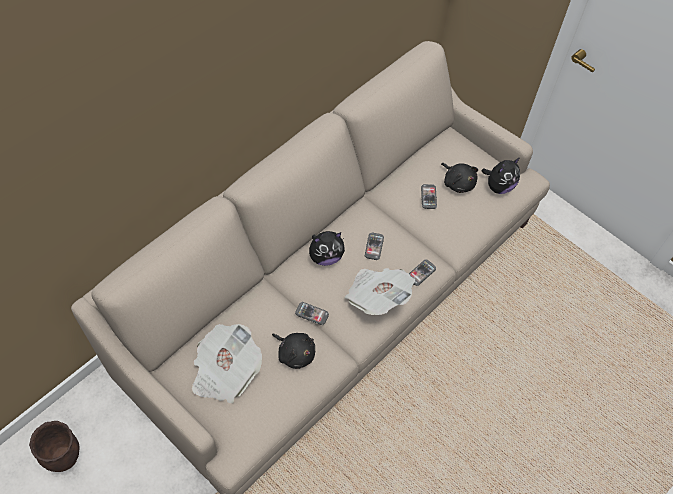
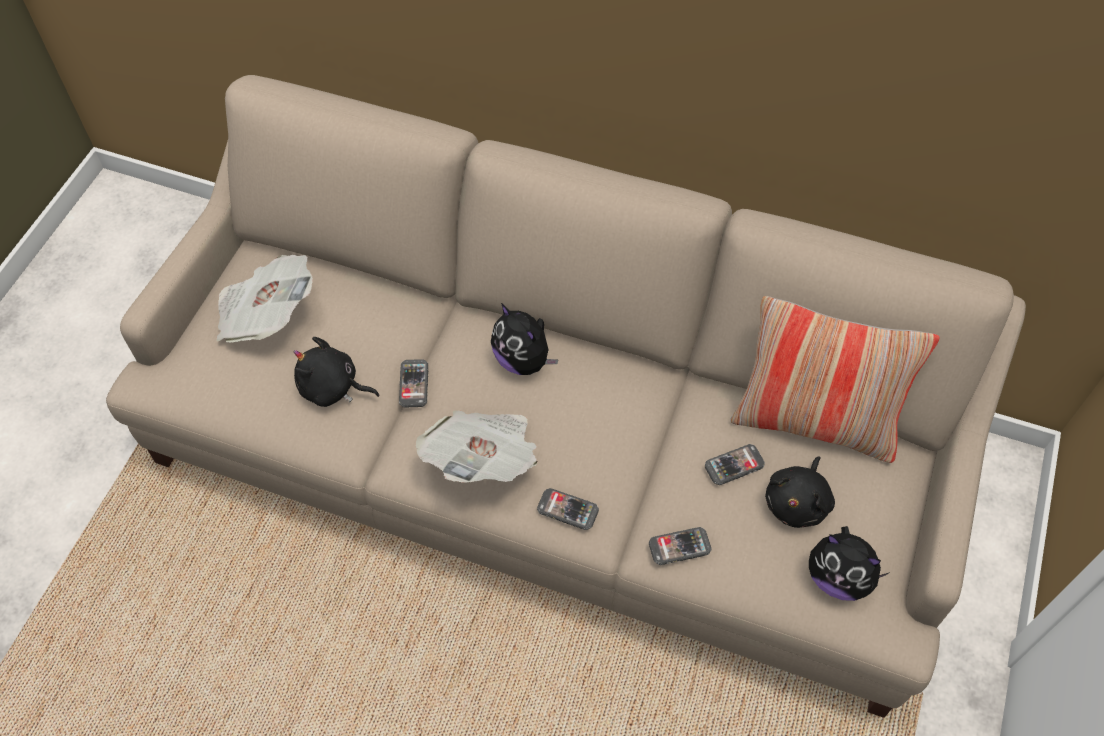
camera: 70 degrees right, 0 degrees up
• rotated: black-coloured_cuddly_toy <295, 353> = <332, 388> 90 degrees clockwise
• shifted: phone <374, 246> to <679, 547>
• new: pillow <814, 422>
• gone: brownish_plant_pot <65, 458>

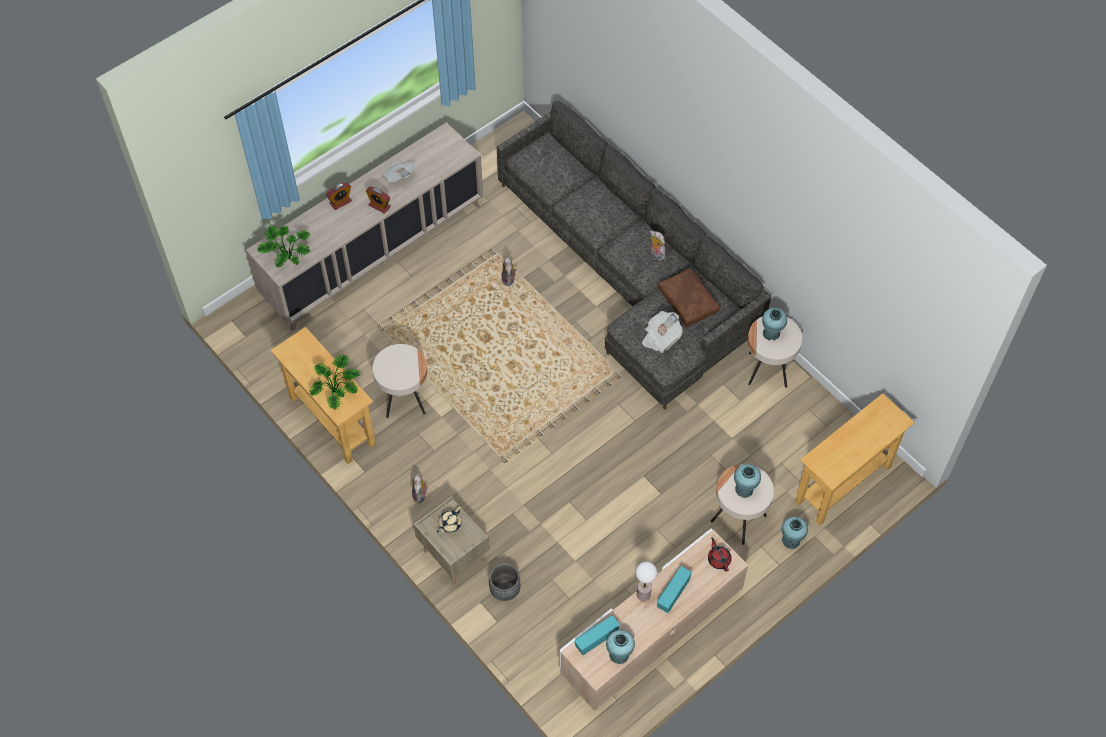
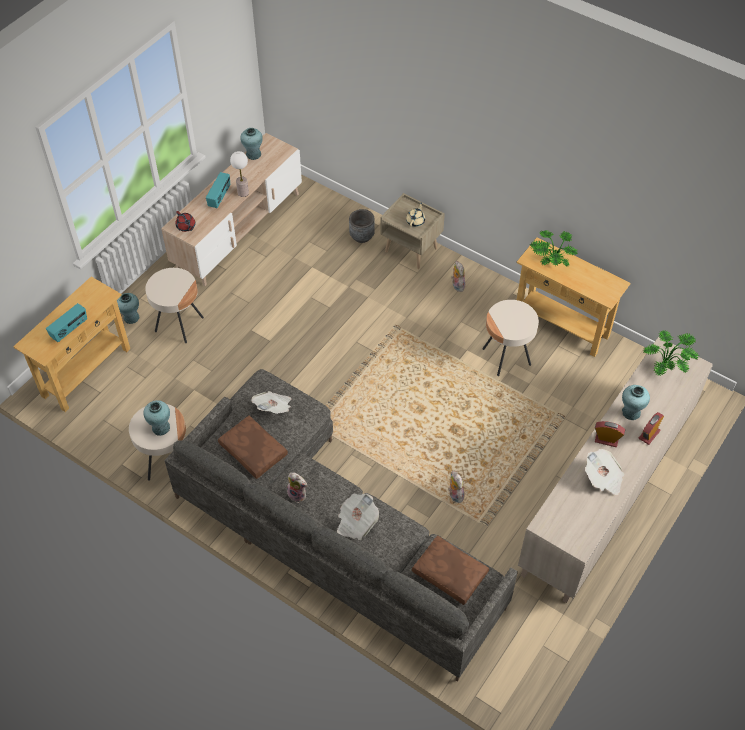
camera: 165 degrees right, 5 degrees down
• shifted: radio_receiver <596, 639> to <69, 330>
• new: daily_paper <356, 522>
• new: brownish_pillow <448, 574>
• shifted: blue-green_flower_vase <744, 489> to <631, 413>

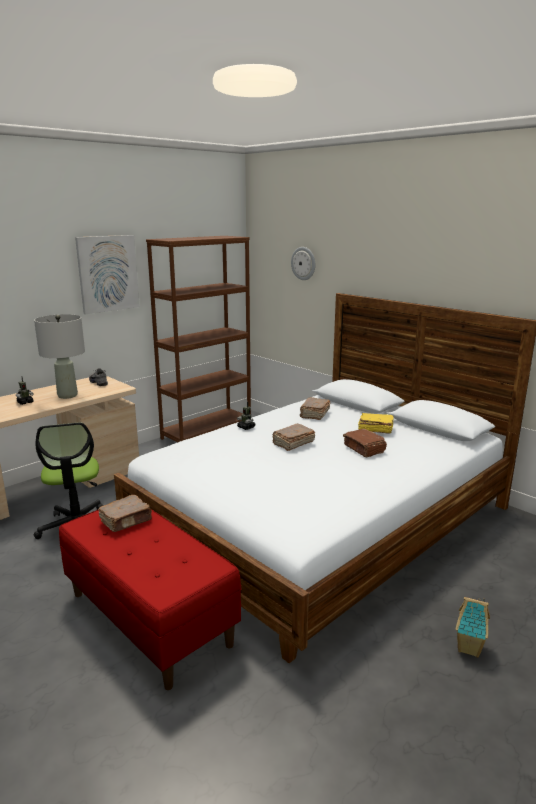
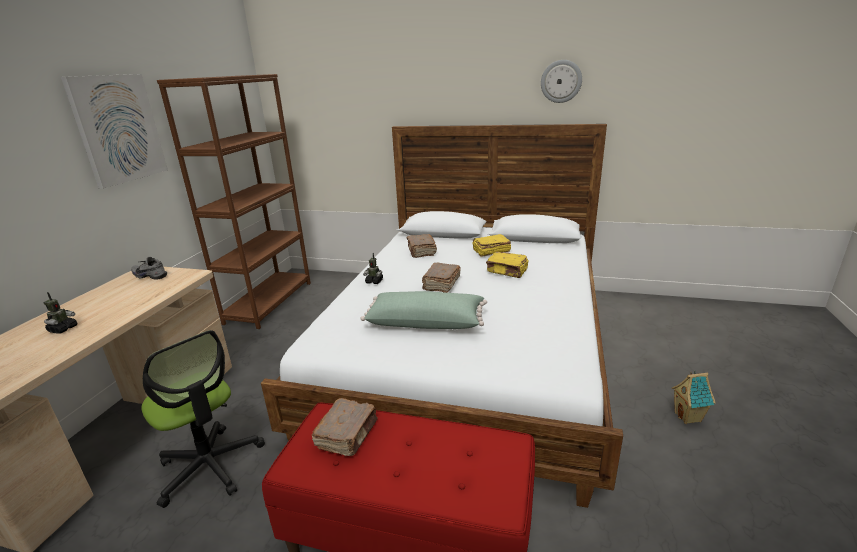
camera: 30 degrees left, 5 degrees up
• new: green_pillow <426, 322>
• repainted: brownish_volume <364, 449> to yellowish_volume <507, 271>
• shifted: wall_clock <303, 263> to <561, 81>
• gone: gray_tabletop_lamp <68, 395>

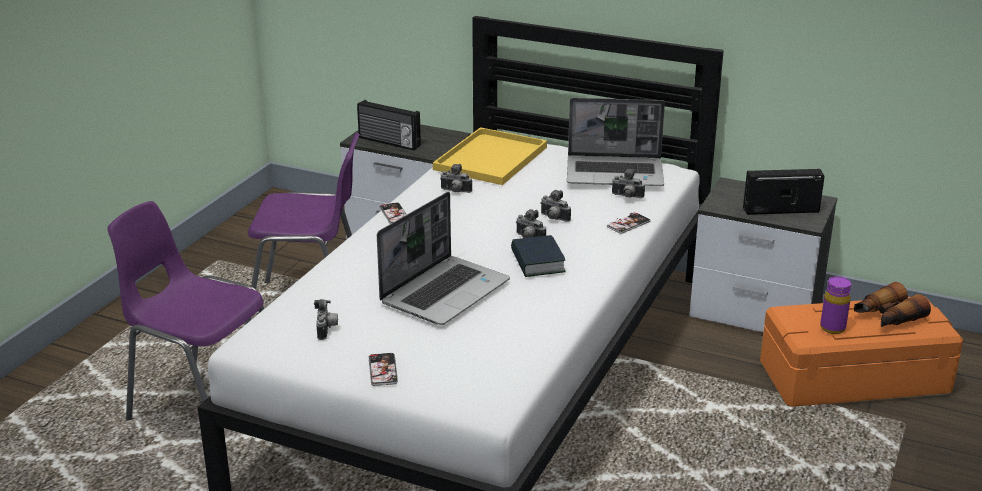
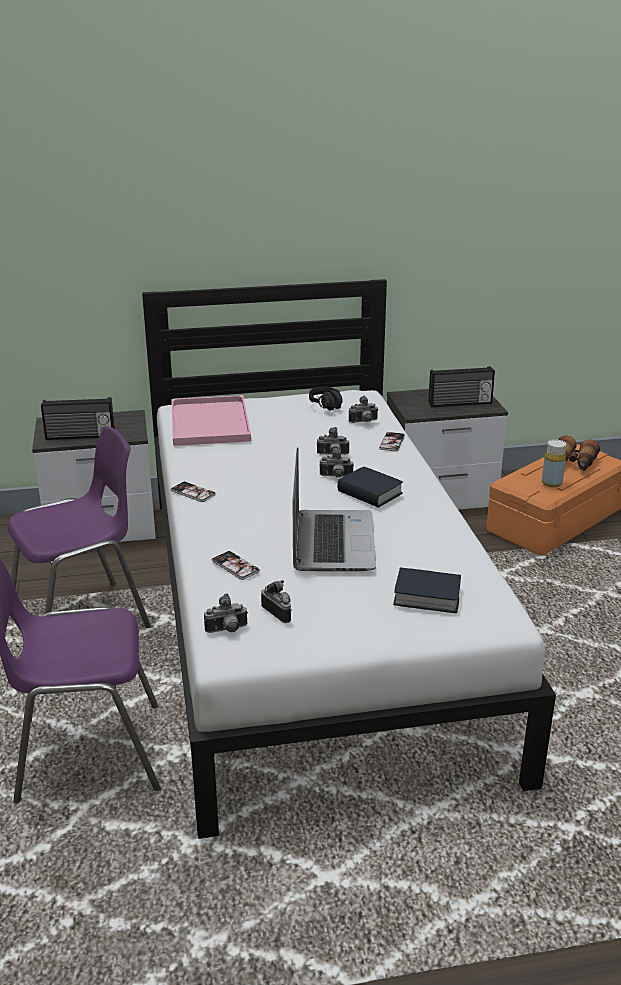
camera: 35 degrees left, 0 degrees up
• repainted: yellowish_serving_tray <490, 157> to pink_serving_tray <208, 422>
• shifted: photo_camera <455, 191> to <227, 630>
• shifted: phone <383, 370> to <235, 566>
• swapped: notebook_computer <616, 173> to black-coloured_headset <329, 406>
• new: volume <427, 596>
• rotated: radio_receiver <780, 209> = <460, 403> 150 degrees counterclockwise
• repainted: purple-coloured_drink_bottle <832, 328> to yellowish_drink_bottle <551, 483>

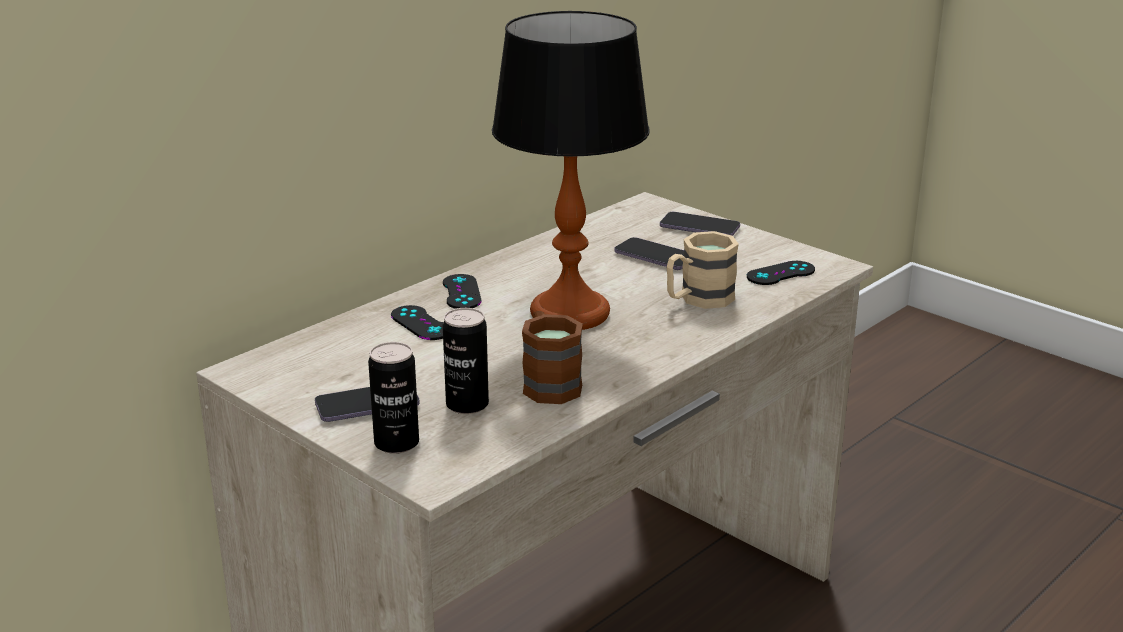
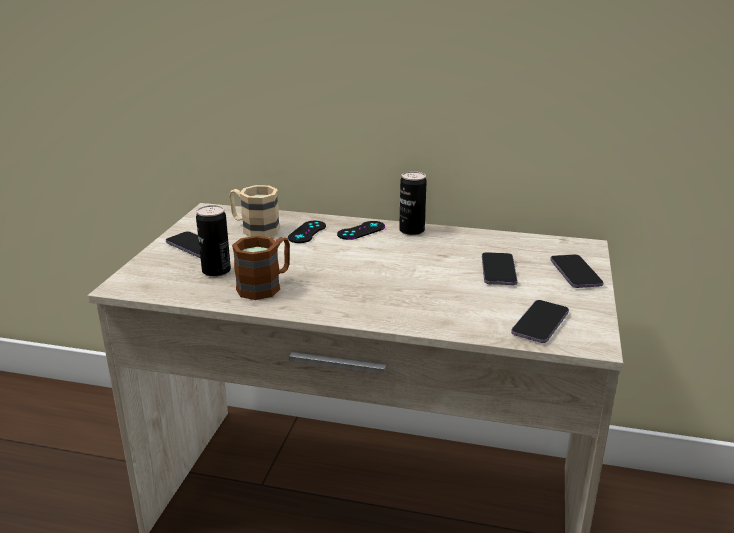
camera: 60 degrees right, 0 degrees up
• shifted: sand-coloured_coffee_mug <698, 300> to <254, 229>
• shifted: metal_can <396, 443> to <411, 231>
• swapped: black-coloured_gamepad <780, 273> to phone <540, 323>
• gone: tabletop_lamp <569, 313>

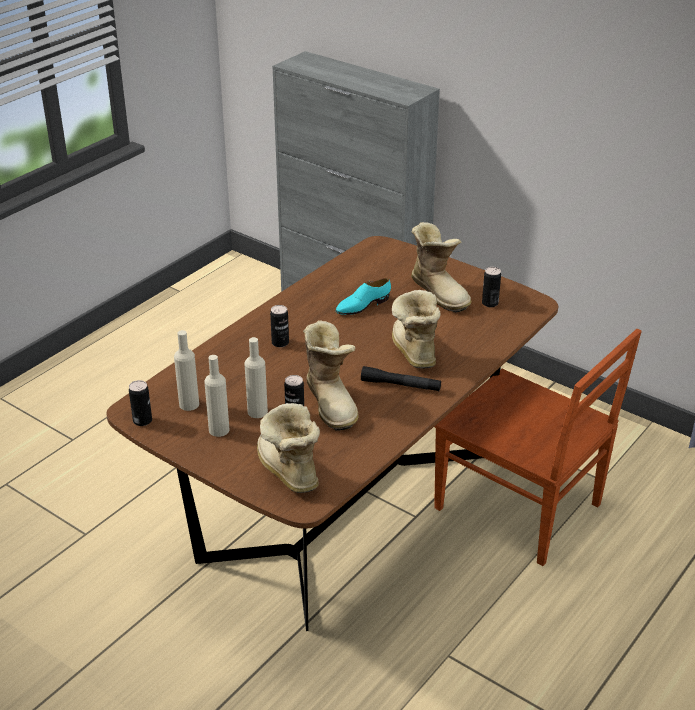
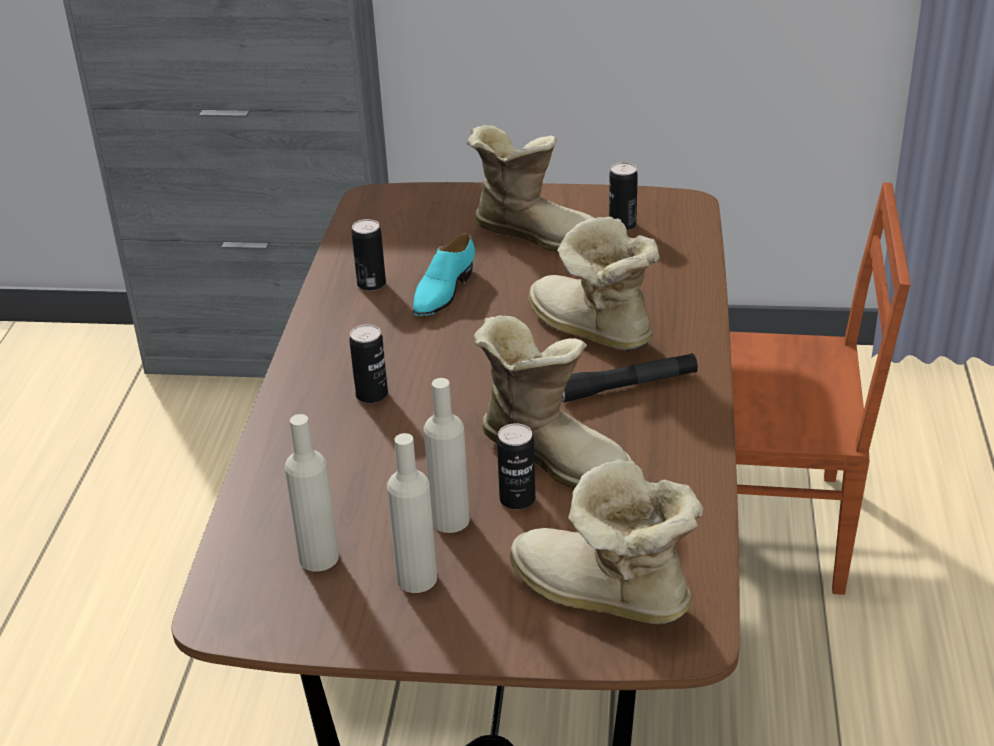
camera: 30 degrees left, 0 degrees up
• shifted: metal_can <142, 421> to <371, 284>

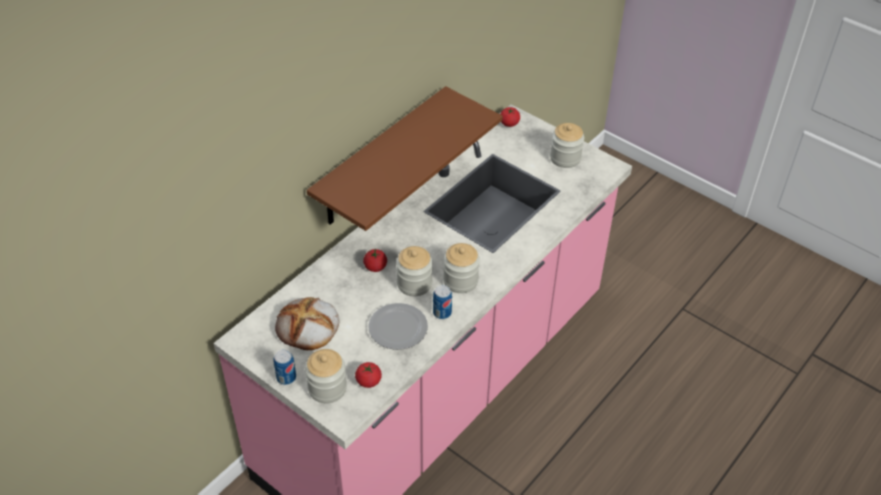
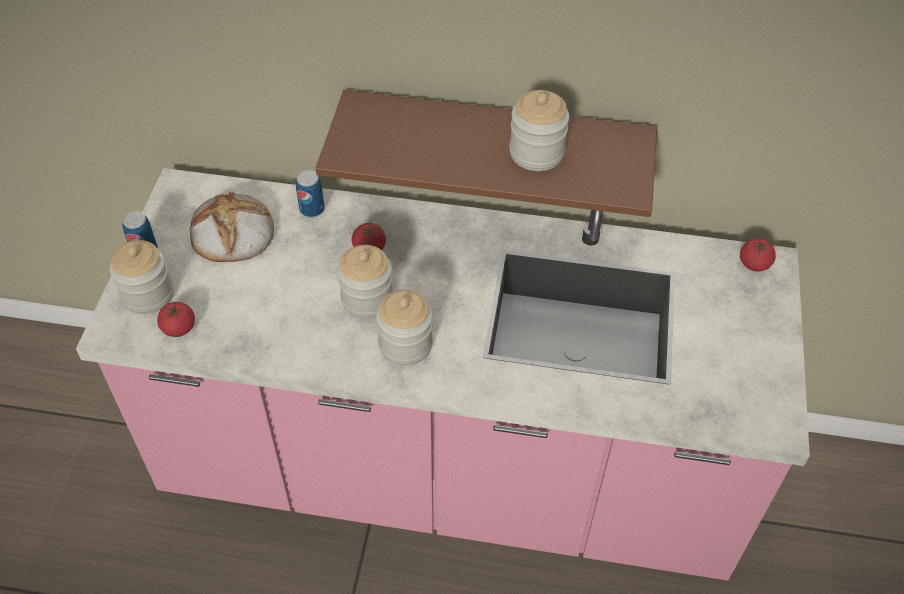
camera: 60 degrees right, 5 degrees up
• shifted: metal_can <442, 313> to <312, 209>
• shifted: preserve_jar <565, 158> to <536, 153>
• gone: flat_dish <398, 329>

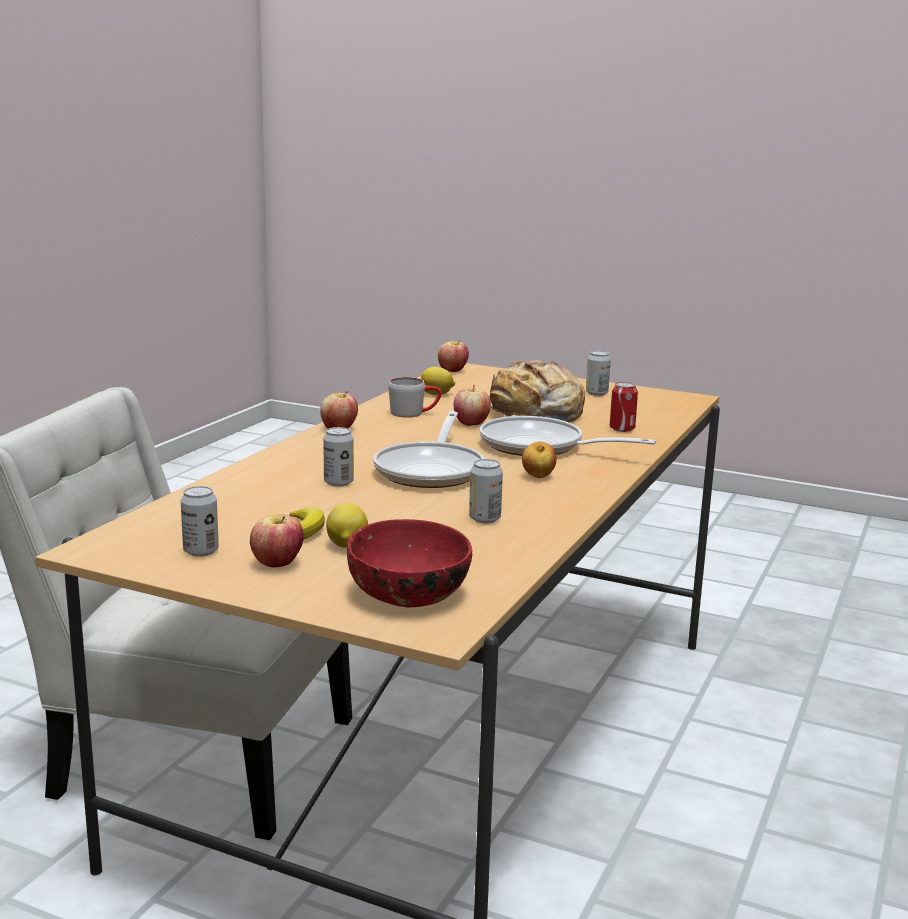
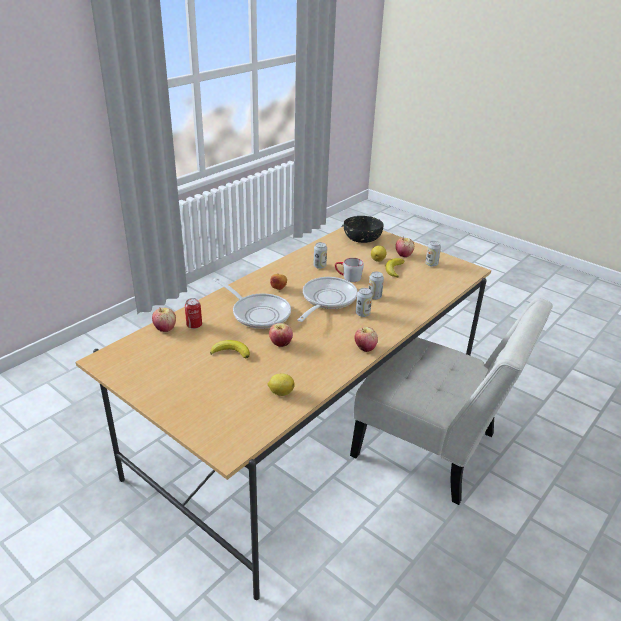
camera: 165 degrees left, 15 degrees up
• shifted: whole_apple <452, 371> to <165, 328>
• swapped: bread <534, 413> to banana <231, 352>
• shifted: gray_coffee_mug <414, 413> to <348, 277>
• repainted: reddish_serving_bowl <408, 595> to black-coloured_serving_bowl <362, 238>
• shifted: metal_can <596, 393> to <362, 314>

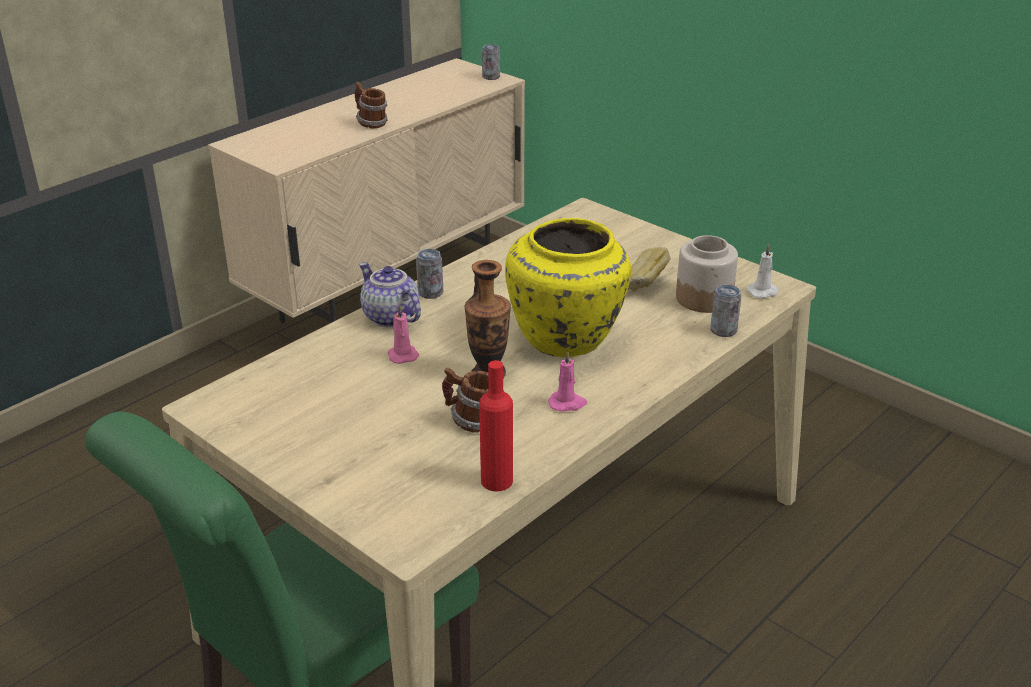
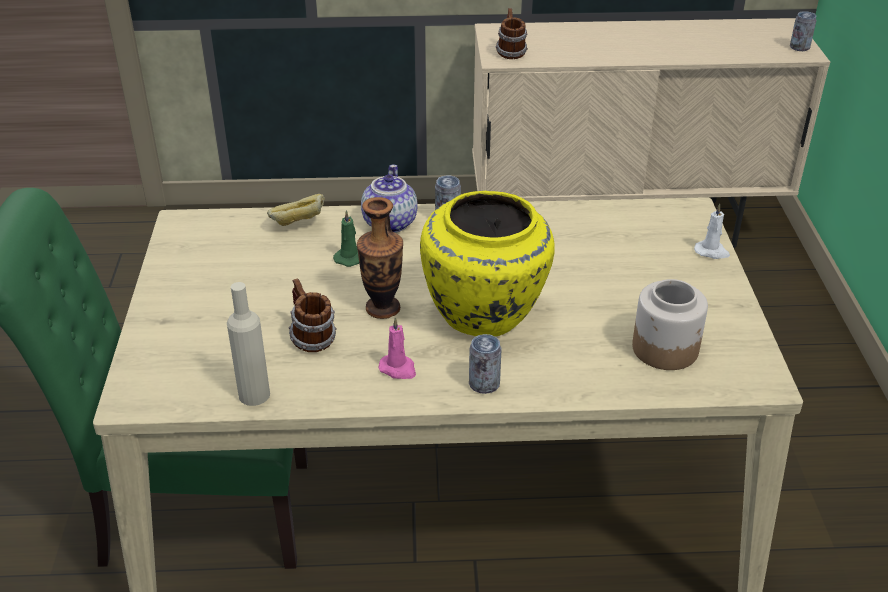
camera: 45 degrees right, 5 degrees up
• repainted: reddish_drink_bottle <496, 481> to sand-coloured_drink_bottle <254, 395>
• shifted: bread <644, 286> to <298, 226>
• repainted: pink_wax_candle <402, 355> to green_wax_candle <350, 257>
• shifted: metal_can <723, 331> to <484, 384>
• shifted: coffee_mug <370, 123> to <510, 53>
• shifted: whitish_wax_candle <763, 292> to <712, 252>

